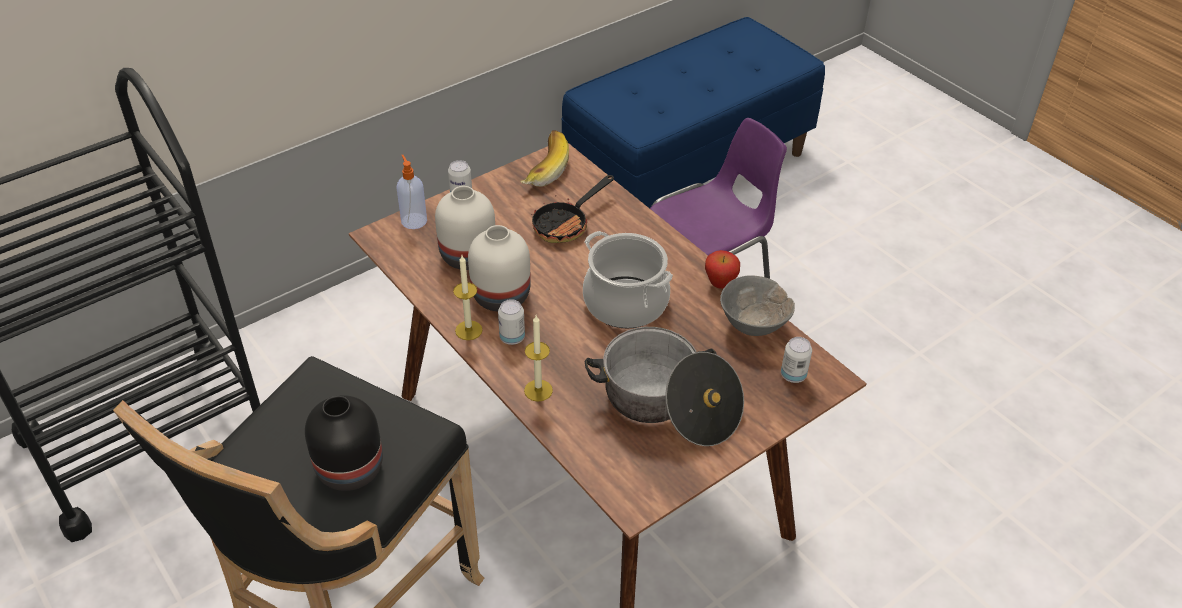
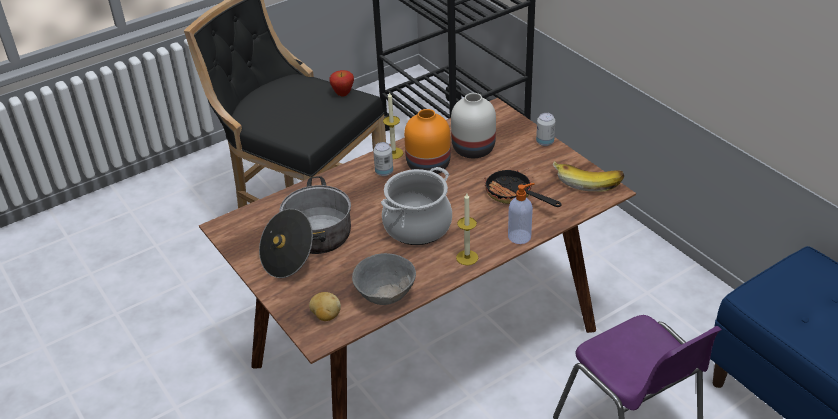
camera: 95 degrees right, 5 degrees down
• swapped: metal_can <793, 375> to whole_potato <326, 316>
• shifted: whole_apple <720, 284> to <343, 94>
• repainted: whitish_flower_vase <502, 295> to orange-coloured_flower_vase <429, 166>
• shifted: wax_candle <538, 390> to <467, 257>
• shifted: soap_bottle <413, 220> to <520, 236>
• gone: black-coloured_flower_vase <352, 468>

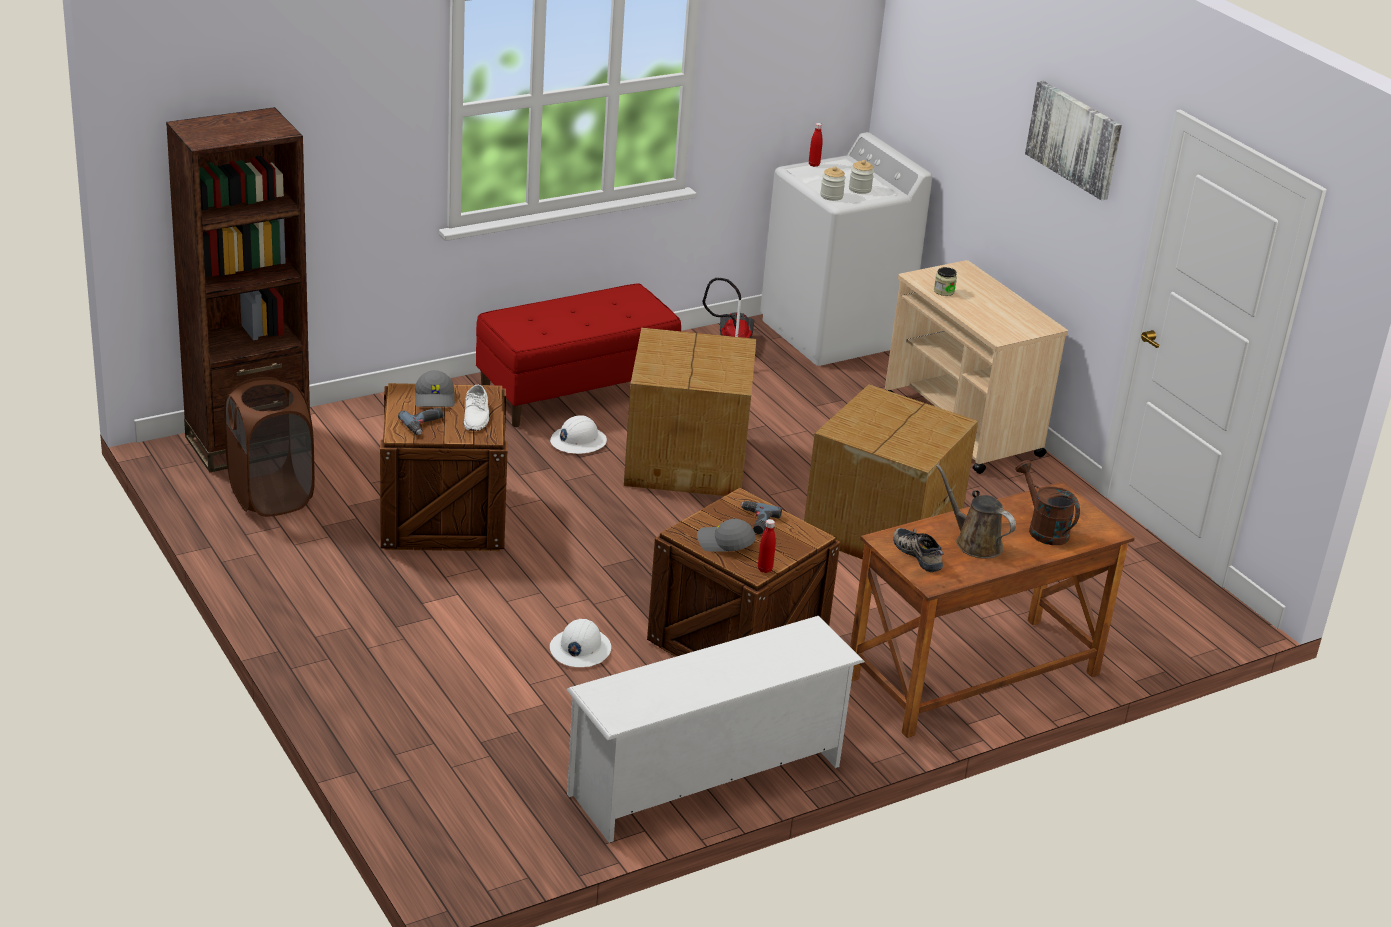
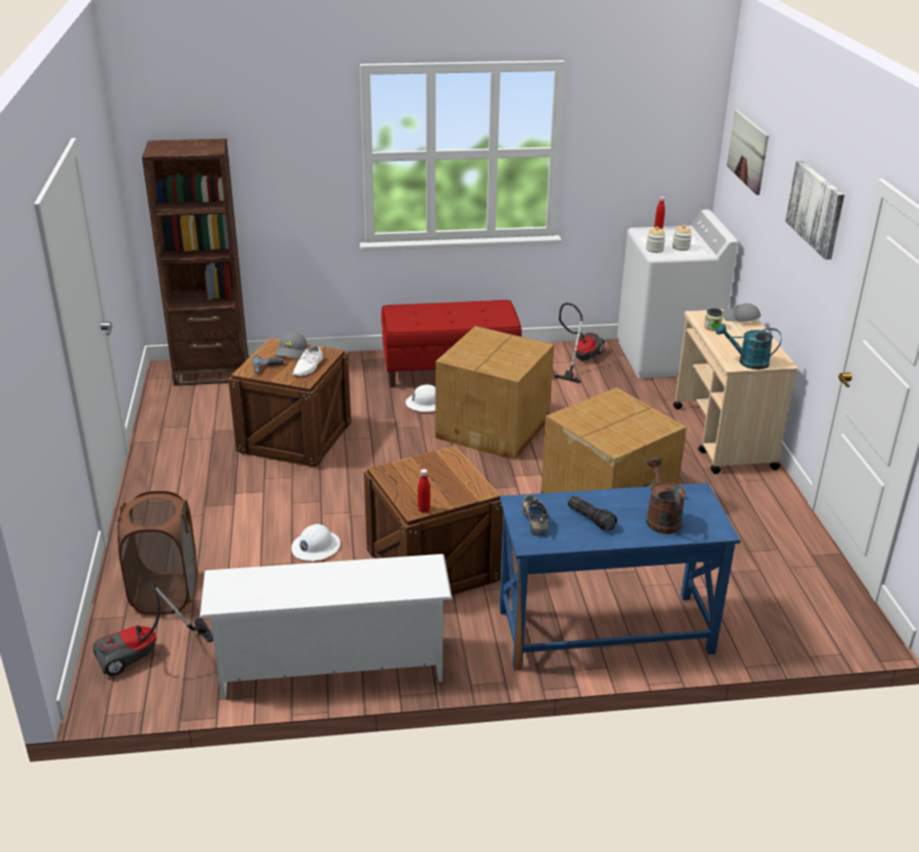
camera: 25 degrees right, 0 degrees up
• new: hoover <146, 655>
• shifted: brownish_washing_basket <271, 496> to <165, 593>
• repainted: brownish_desk <973, 676> to bluish_desk <604, 632>
• swapped: brownish_watering_pot <975, 543> to flashlight <591, 518>
• new: blue-green_watering_pot <747, 362>
• shifted: gray_peaked_cap <725, 543> to <740, 319>
• new: wall_art <748, 151>
• gone: electric_drill <755, 521>

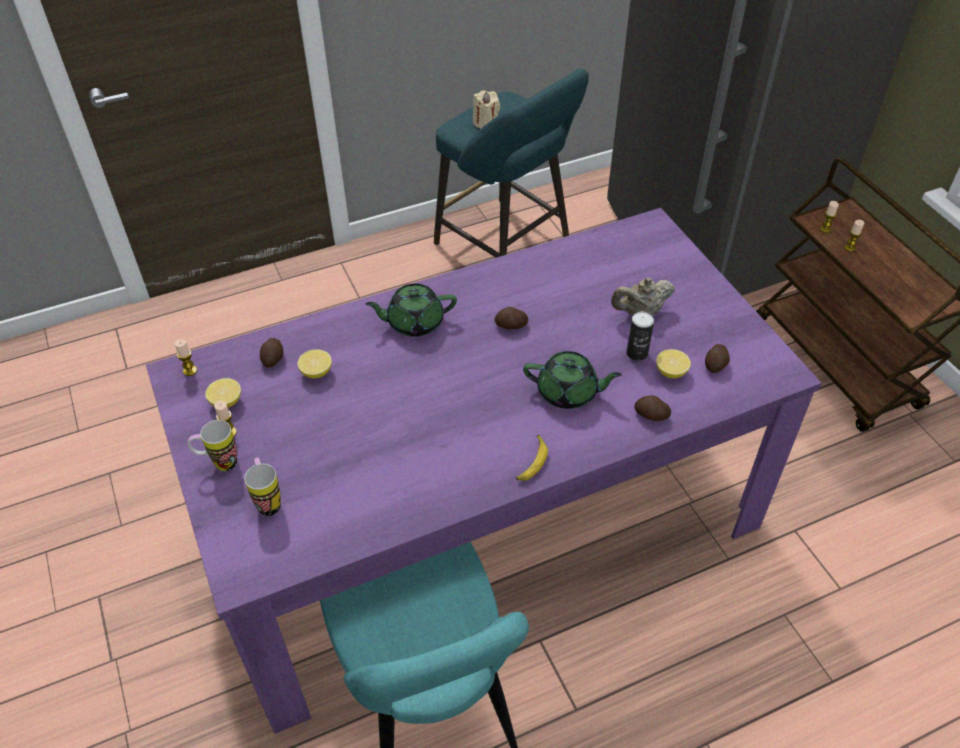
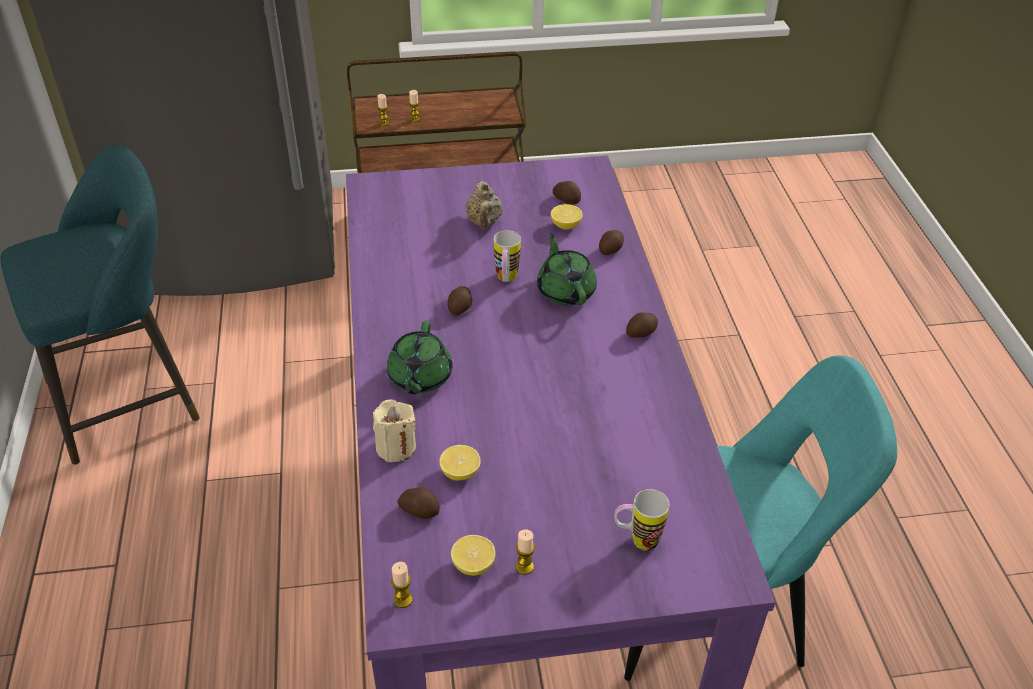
camera: 75 degrees left, 5 degrees down
• shifted: sand-coloured_wax_candle <485, 123> to <396, 447>
• shifted: coffee_mug <219, 464> to <506, 280>
• rotated: green_pot_for_tea <568, 392> = <565, 291> 45 degrees counterclockwise
• swapped: banana <532, 462> to whole_potato <642, 333>
• gone: metal_can <637, 353>

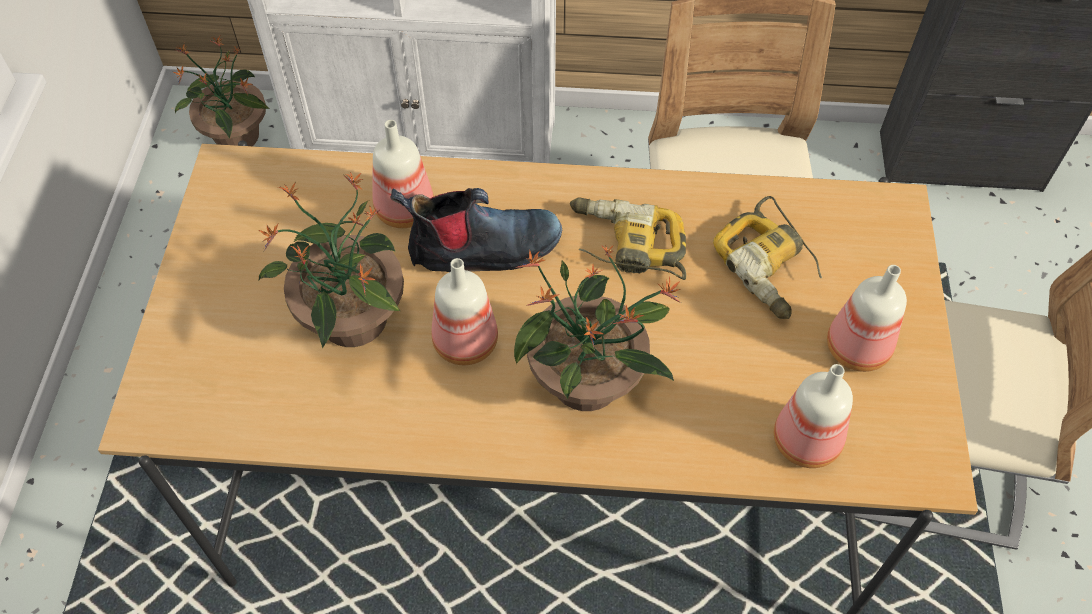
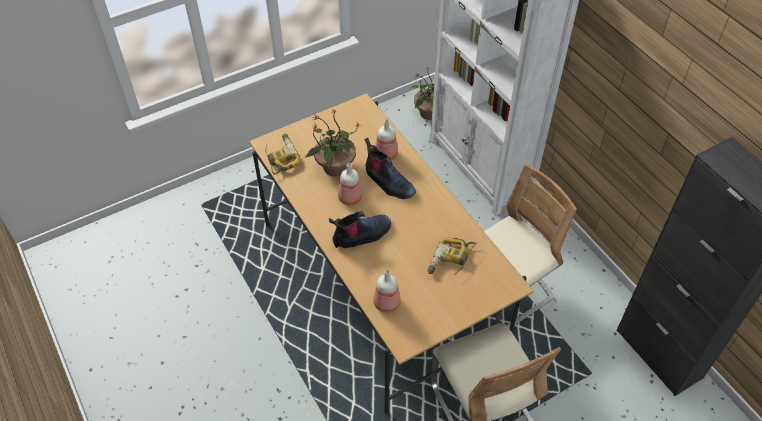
camera: 55 degrees right, 5 degrees down
• shifted: electric_drill <626, 246> to <281, 157>
• swapped: potted_plant <588, 382> to boot <361, 235>
• gone: drink_bottle <857, 350>

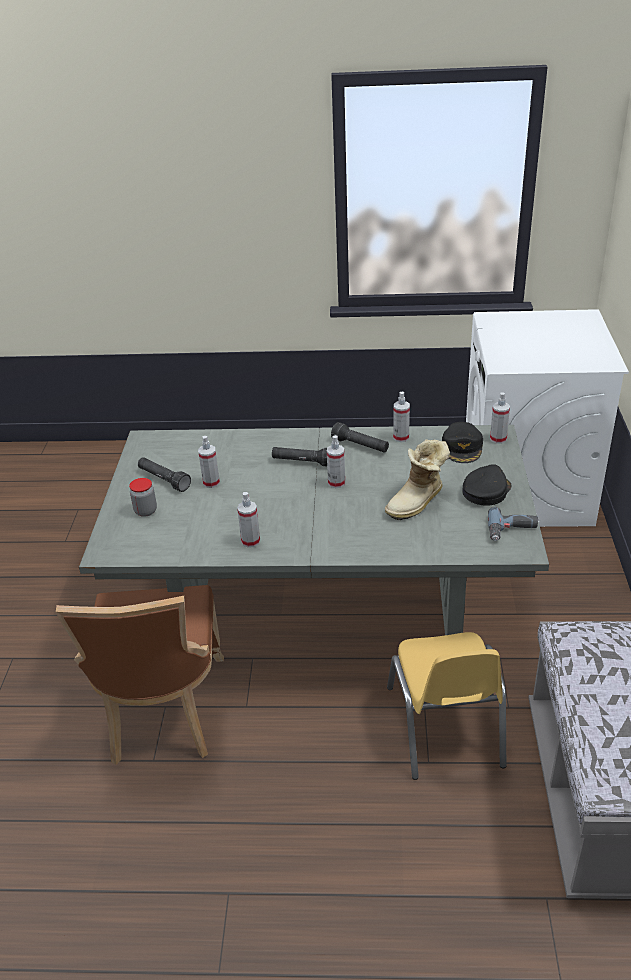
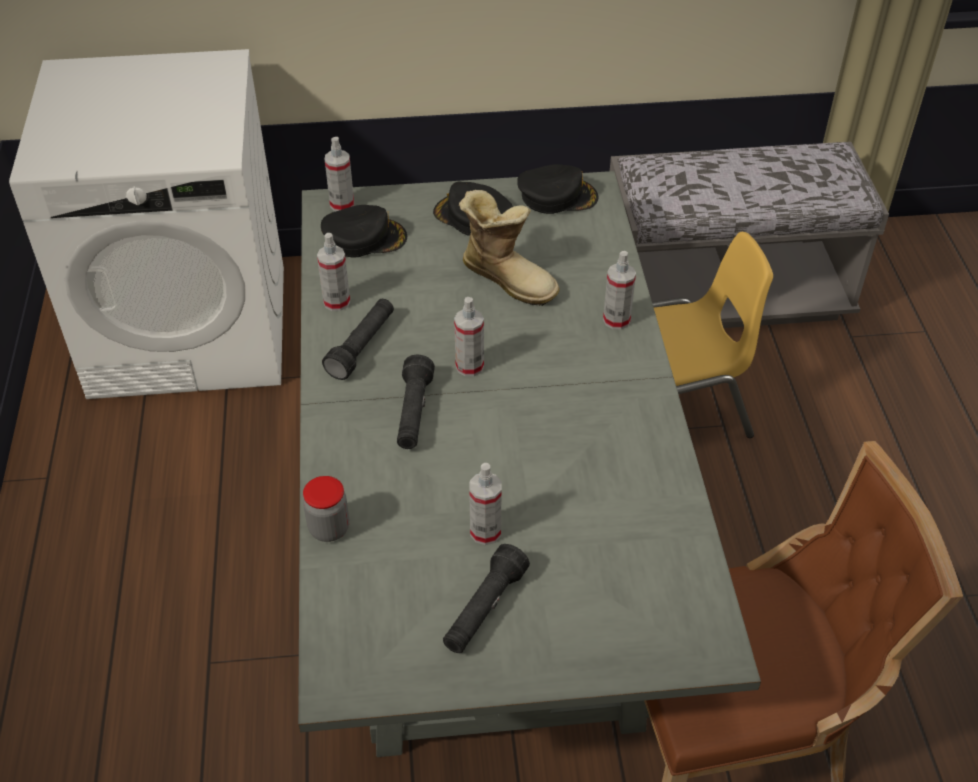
camera: 100 degrees left, 10 degrees up
• shifted: preserve_jar <145, 511> to <329, 528>
• swapped: electric_drill <512, 531> to black-coloured_peaked_cap <557, 196>
• shifted: sprayer <250, 541> to <616, 320>

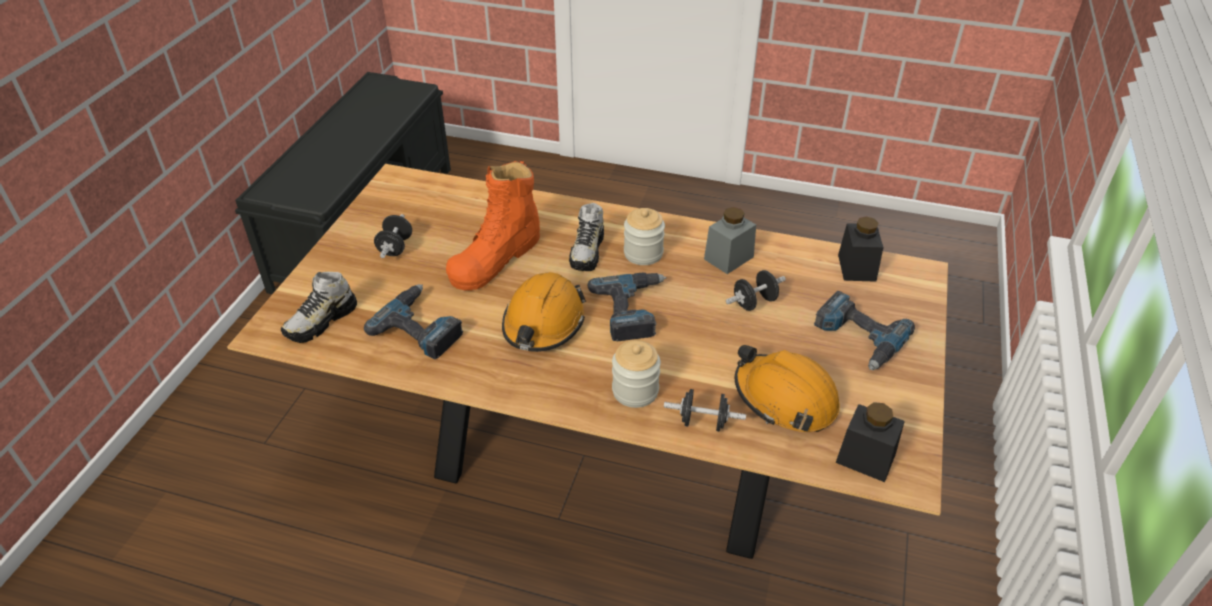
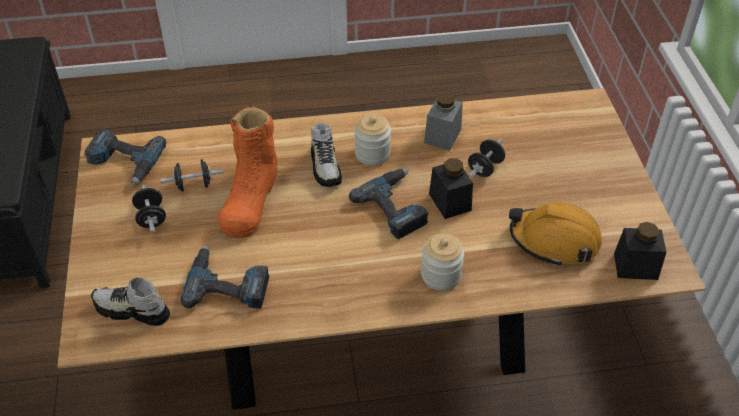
camera: 25 degrees left, 5 degrees up
• shifted: electric_drill <857, 338> to <124, 162>
• rotated: shoe <321, 321> = <132, 311> 90 degrees clockwise
• shifted: black-coloured_free_weight <703, 422> to <194, 185>
• shifted: black-coloured_preserve_jar <856, 268> to <450, 202>
• gone: orange-coloured_safety_helmet <543, 324>

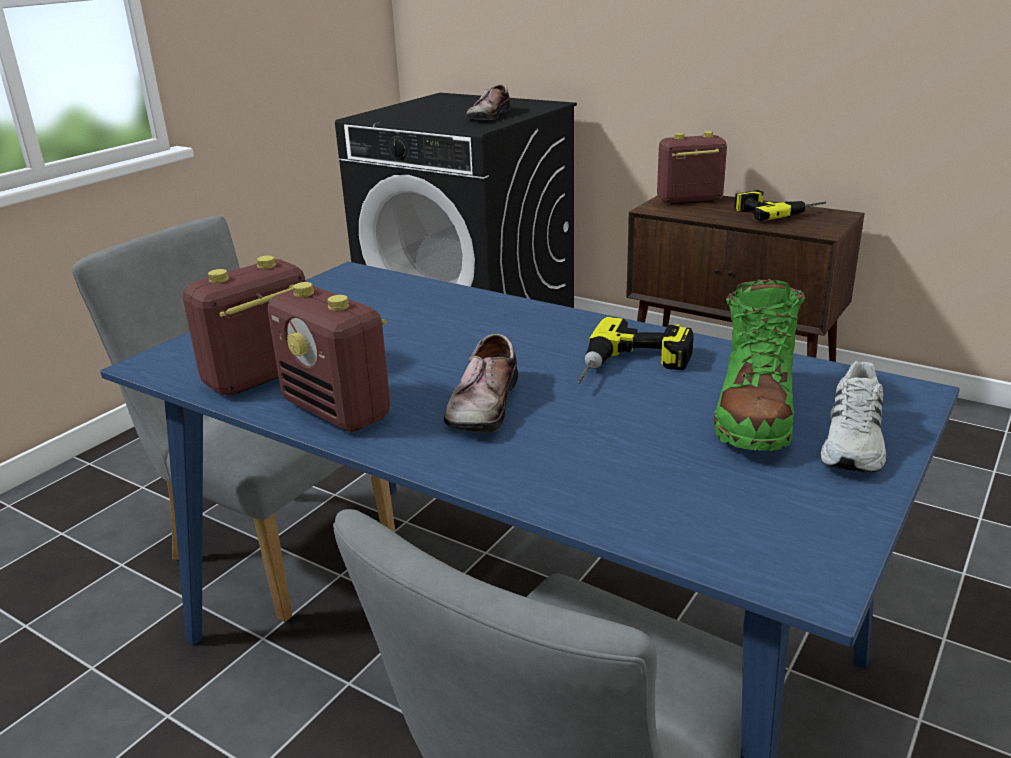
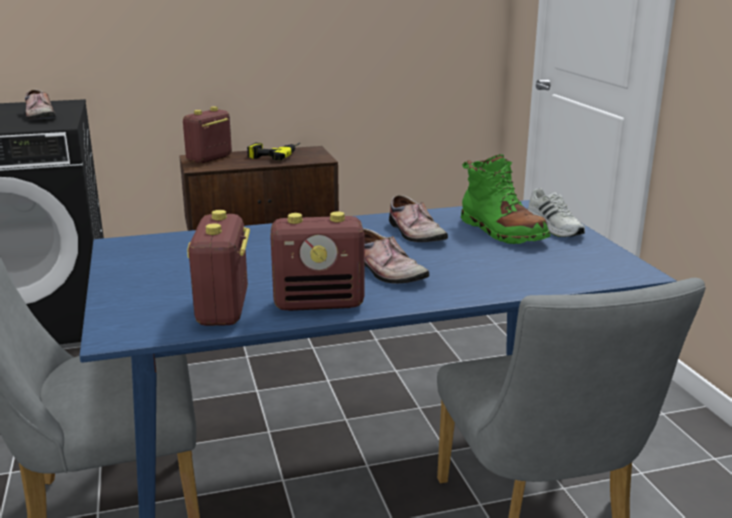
camera: 50 degrees left, 5 degrees down
• swapped: electric_drill <632, 368> to shoe <413, 233>

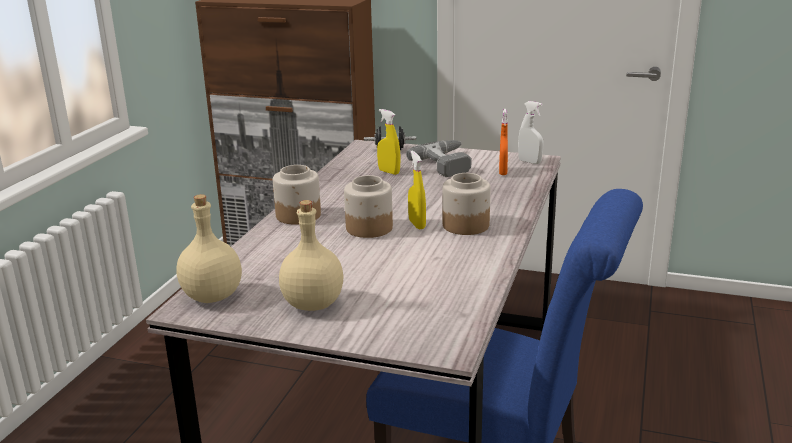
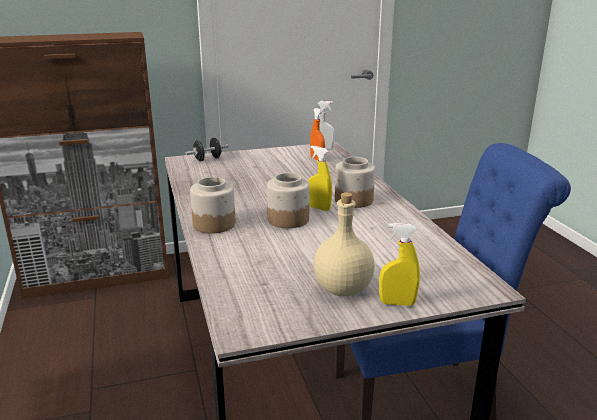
camera: 35 degrees left, 0 degrees up
• shifted: yellowish_sprayer <389, 172> to <397, 303>
• gone: sand-coloured_drink_bottle <212, 297>
• gone: electric_drill <448, 163>

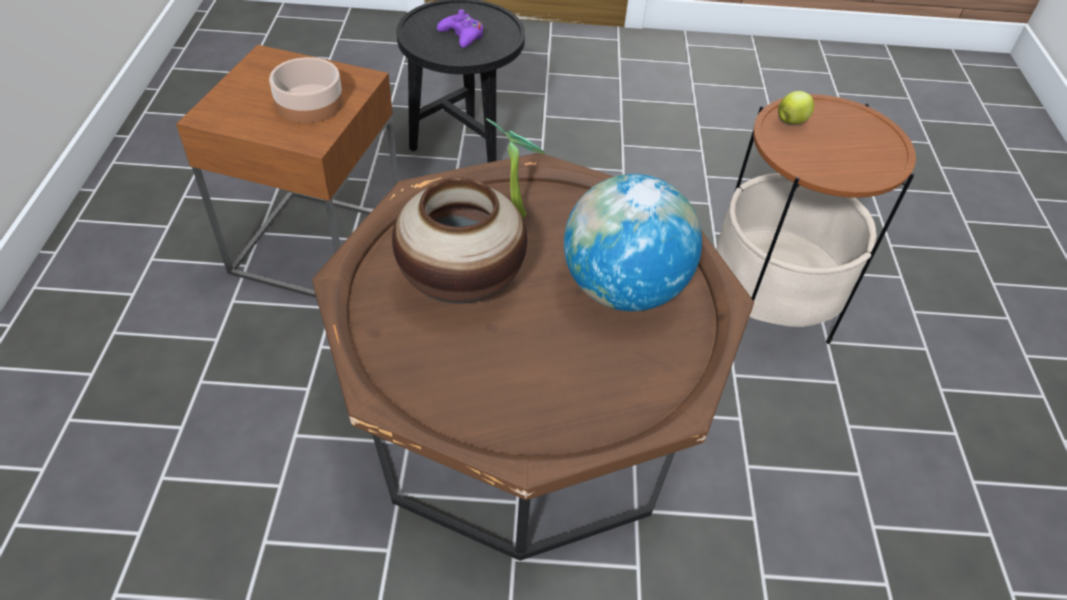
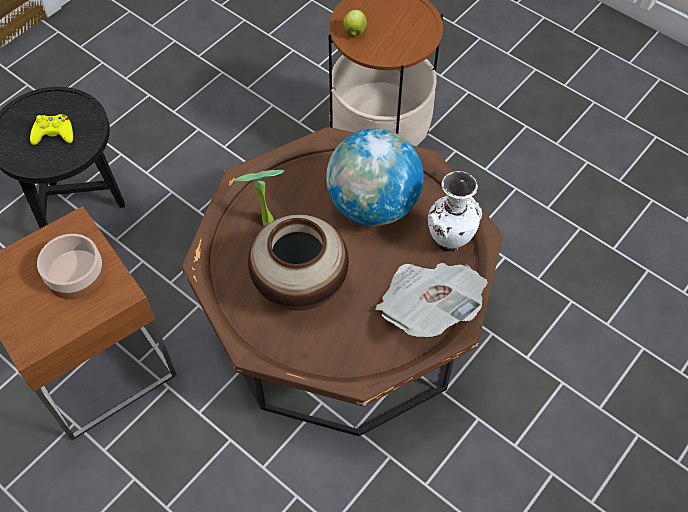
camera: 50 degrees left, 10 degrees up
• repainted: purple-coloured_gamepad <462, 36> to yellowish_gamepad <54, 134>
• new: daily_paper <427, 308>
• new: whitish_flower_vase <449, 241>

